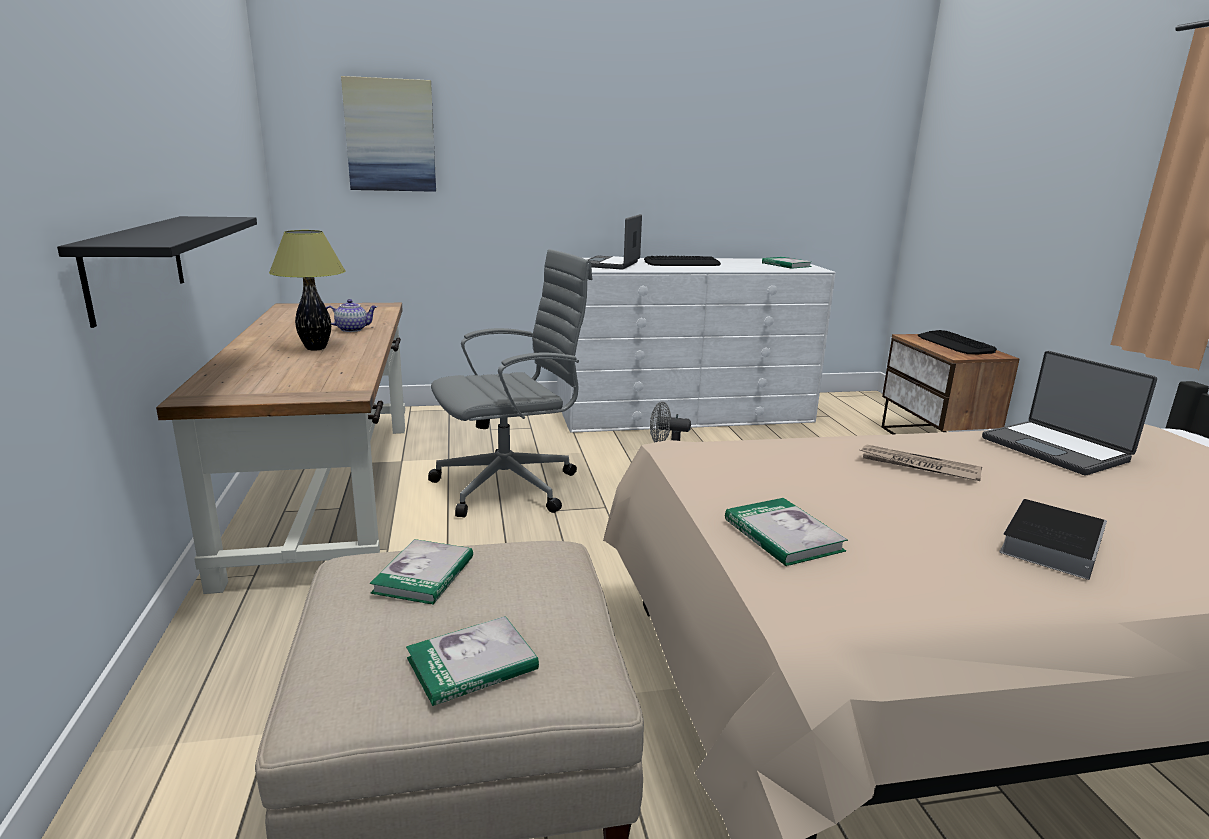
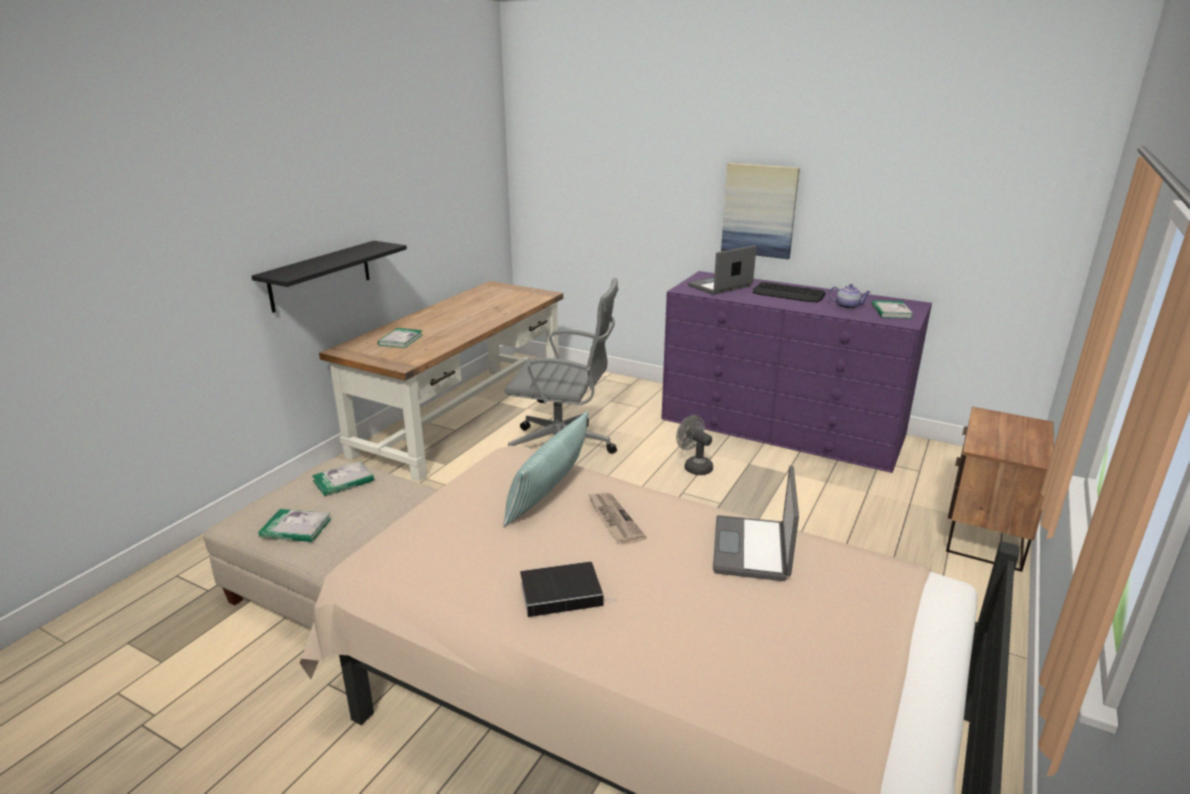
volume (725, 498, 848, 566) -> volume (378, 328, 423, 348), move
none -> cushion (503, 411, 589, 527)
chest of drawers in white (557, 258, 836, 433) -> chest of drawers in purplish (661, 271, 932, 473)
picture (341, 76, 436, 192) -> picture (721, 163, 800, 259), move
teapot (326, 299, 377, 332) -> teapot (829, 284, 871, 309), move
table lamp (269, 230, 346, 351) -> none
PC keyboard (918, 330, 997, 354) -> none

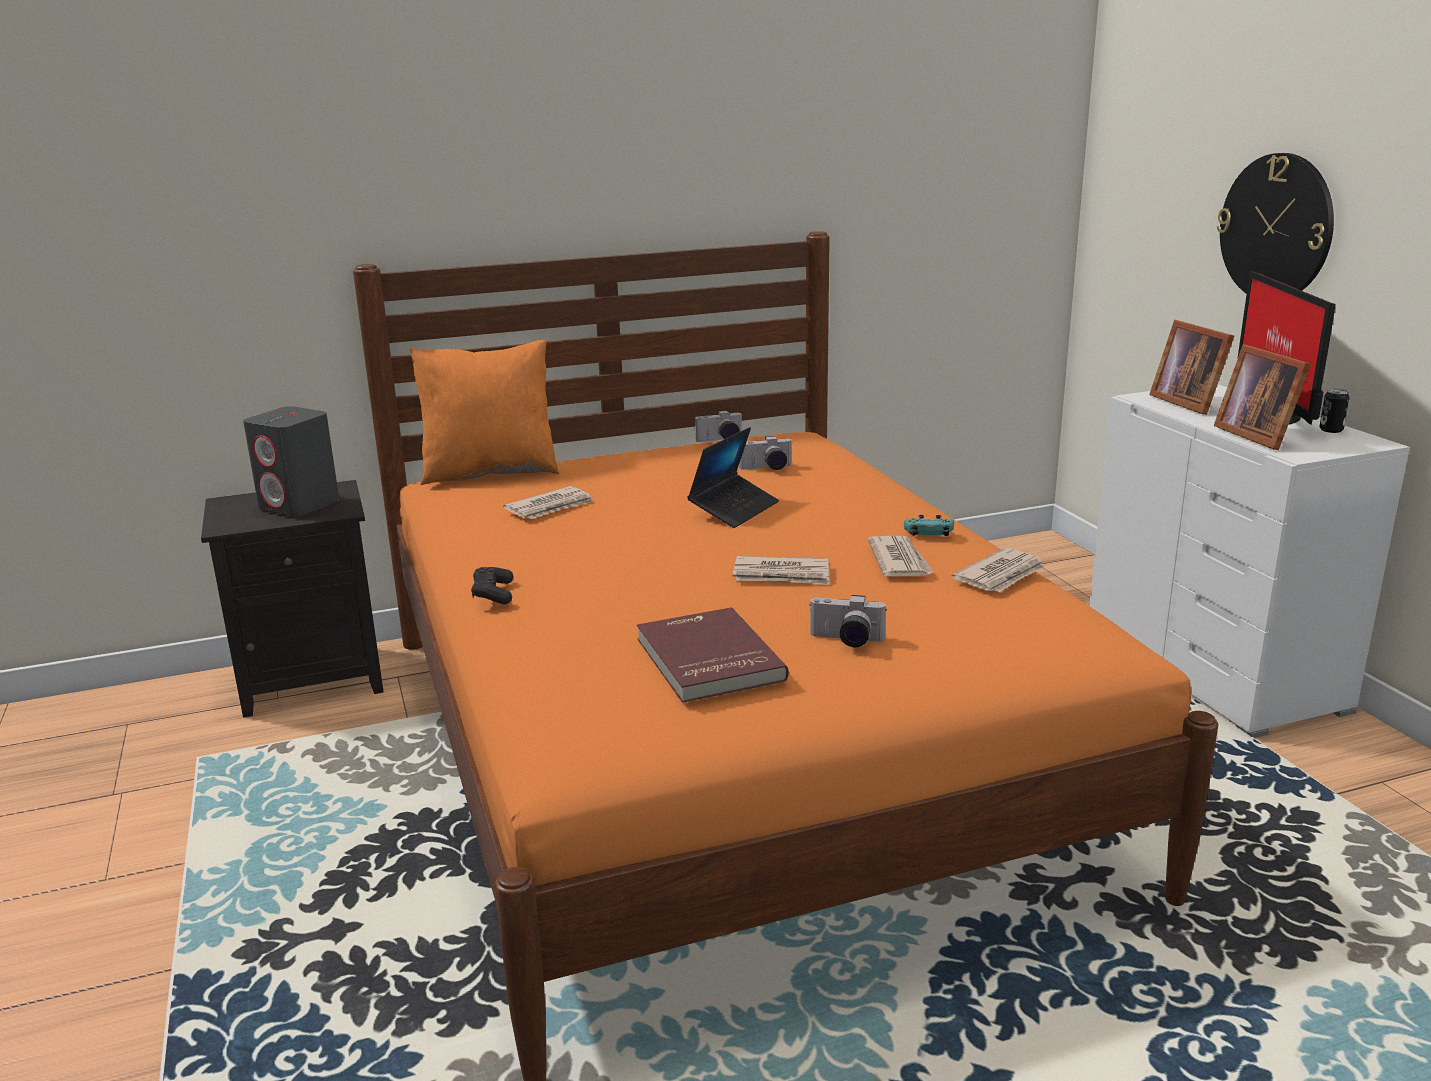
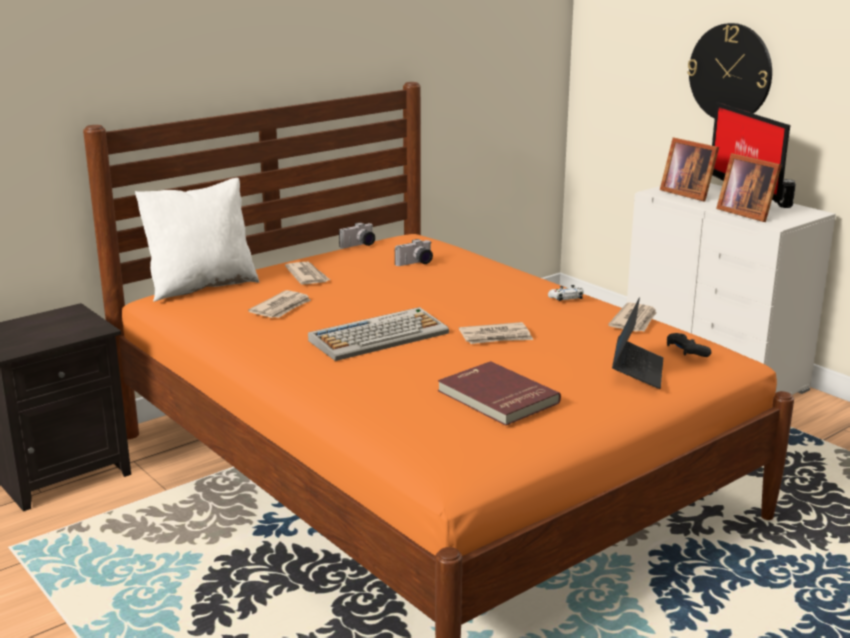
cushion in orange-coloured (410, 340, 559, 485) -> cushion in white (135, 178, 259, 302)
printed paper (868, 536, 934, 576) -> printed paper (285, 262, 330, 285), move
none -> PC keyboard (308, 307, 449, 361)
joypad in turquoise (904, 515, 954, 536) -> joypad in white (548, 285, 584, 301)
laptop (687, 427, 779, 528) -> laptop (612, 298, 663, 389), move
joypad in black (471, 567, 513, 604) -> joypad in black (667, 333, 711, 357), move
loudspeaker in greyish (243, 406, 339, 517) -> none
photo camera (809, 595, 887, 647) -> none

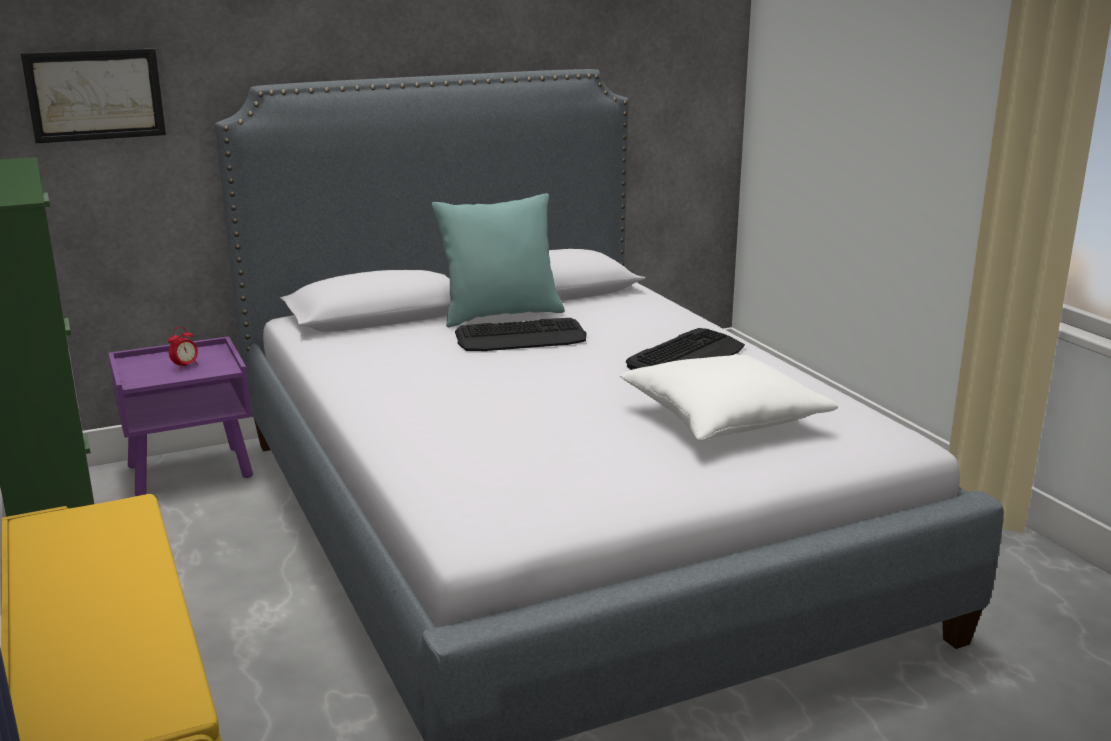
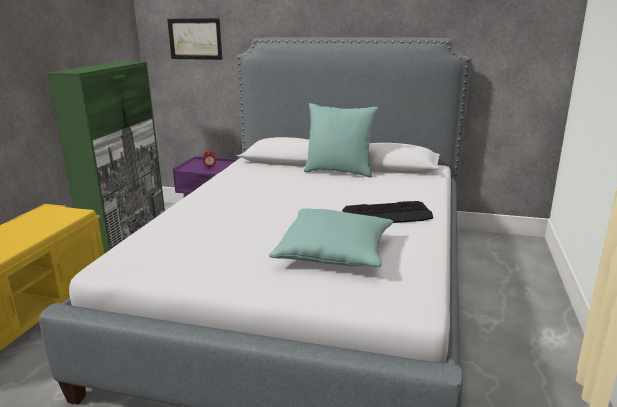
cushion in white (620, 355, 838, 442) -> cushion in turquoise (269, 209, 394, 267)
PC keyboard (455, 318, 587, 351) -> none

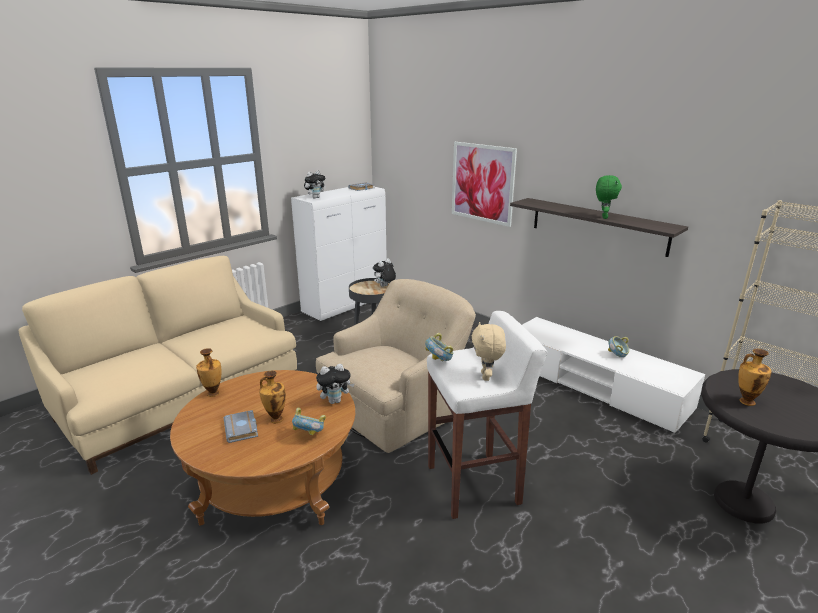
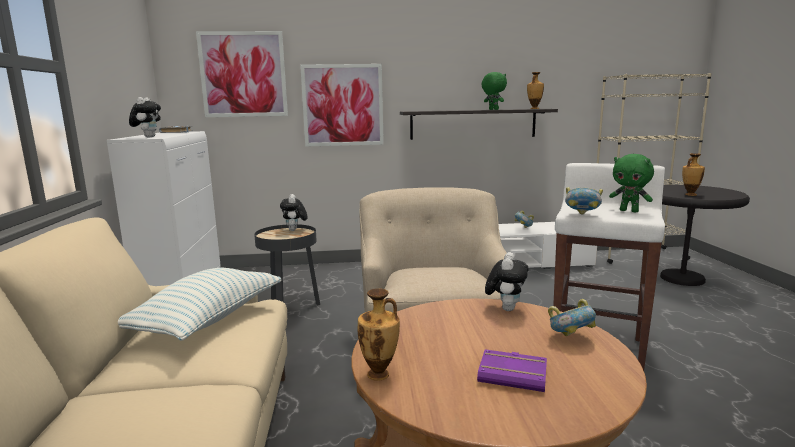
none -> cushion (118, 268, 281, 341)
none -> picture (196, 31, 288, 117)
volume in greyish (224, 410, 258, 443) -> volume in purplish (477, 349, 547, 392)
vase (259, 371, 286, 423) -> vase (527, 72, 544, 109), move
cuddly toy in sand-coloured (472, 322, 506, 381) -> cuddly toy in greenish (609, 154, 654, 212)

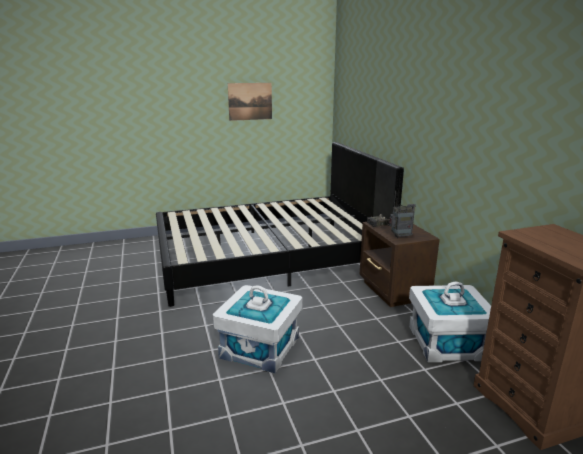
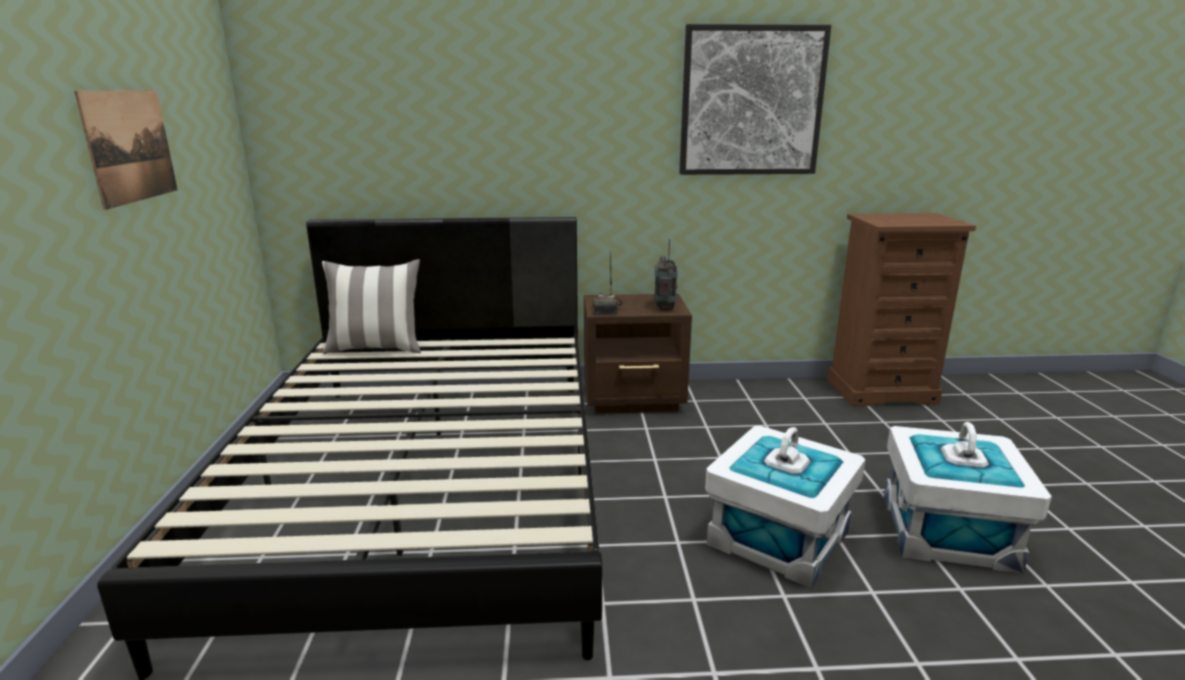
none -> cushion (322, 259, 421, 354)
none -> picture (679, 24, 831, 175)
storage box in white (409, 282, 491, 362) -> storage box in white (884, 422, 1052, 574), move

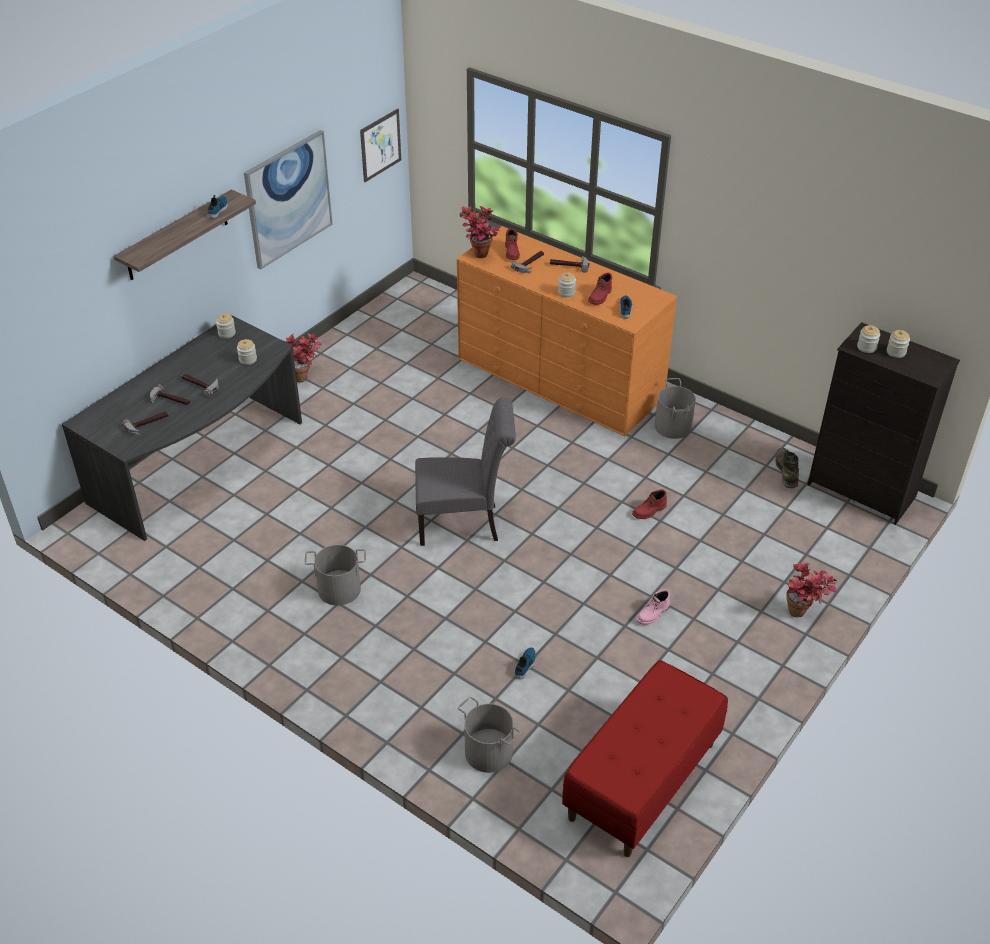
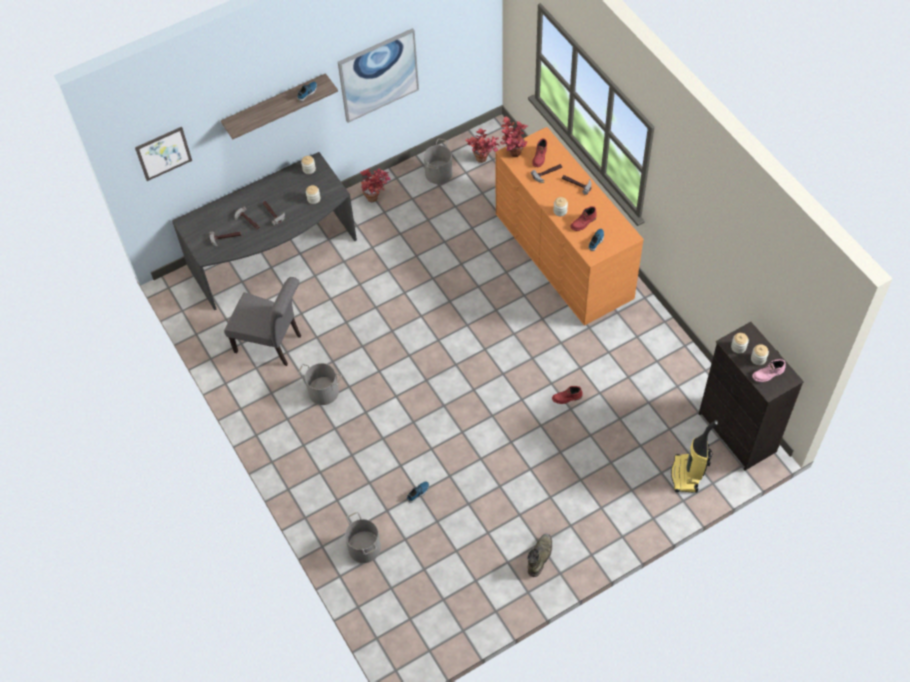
picture (360, 109, 401, 182) -> picture (135, 127, 192, 181), move
plain chair in greyish (415, 398, 516, 546) -> plain chair in greyish (224, 277, 301, 366), move
pail in greyish (655, 378, 696, 439) -> pail in greyish (424, 139, 452, 184), move
plant in a pot (786, 563, 837, 617) -> plant in a pot (466, 128, 499, 163), move
boot in greenish (775, 448, 799, 488) -> boot in greenish (527, 534, 552, 577), move
none -> vacuum (671, 420, 718, 493)
boot in pinkish (636, 589, 670, 625) -> boot in pinkish (752, 359, 785, 382), move
indoor bench in red-coloured (562, 660, 728, 857) -> none

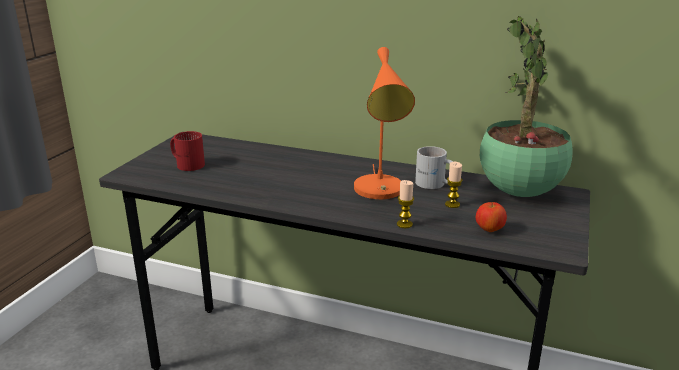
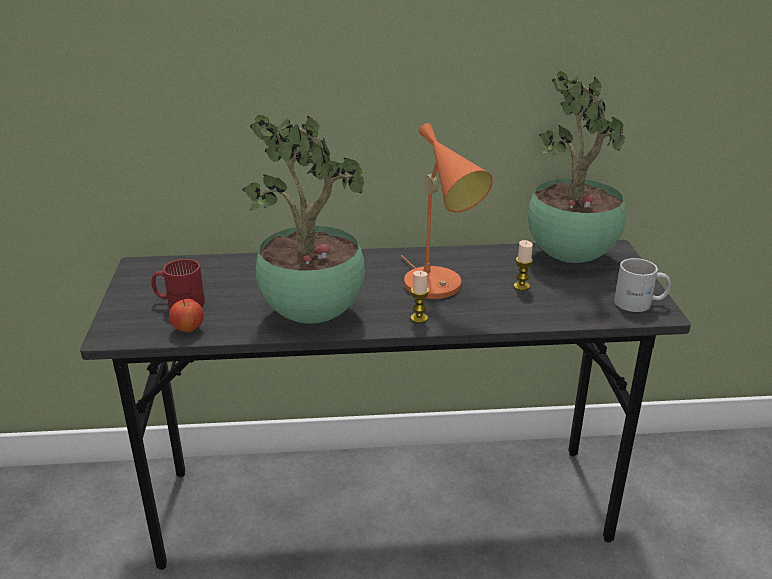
whole apple (476, 202, 507, 232) -> whole apple (169, 299, 204, 333), move
none -> plant in a pot (242, 115, 365, 324)
wax light (397, 180, 414, 228) -> wax light (410, 271, 429, 323), move
mug in white (415, 146, 453, 189) -> mug in white (614, 258, 671, 312), move

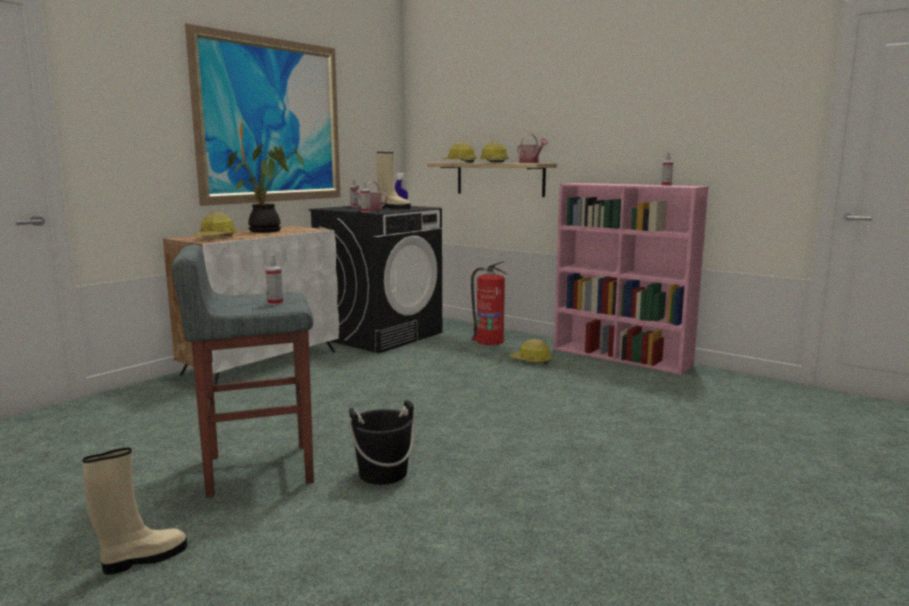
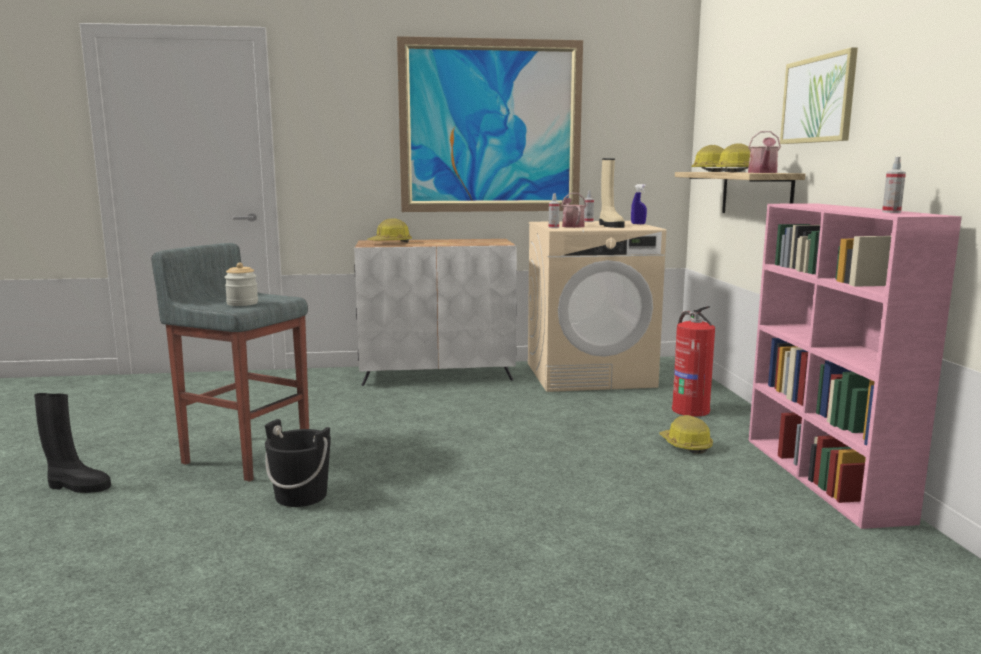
boot in sand-coloured (82, 448, 187, 575) -> boot in black (34, 393, 111, 493)
hand sprayer (265, 255, 283, 305) -> storage jar (224, 263, 258, 306)
washing machine in black (309, 205, 442, 353) -> washing machine in sand-coloured (528, 221, 666, 392)
none -> picture (780, 47, 858, 144)
plant in a pot (228, 144, 304, 233) -> none

